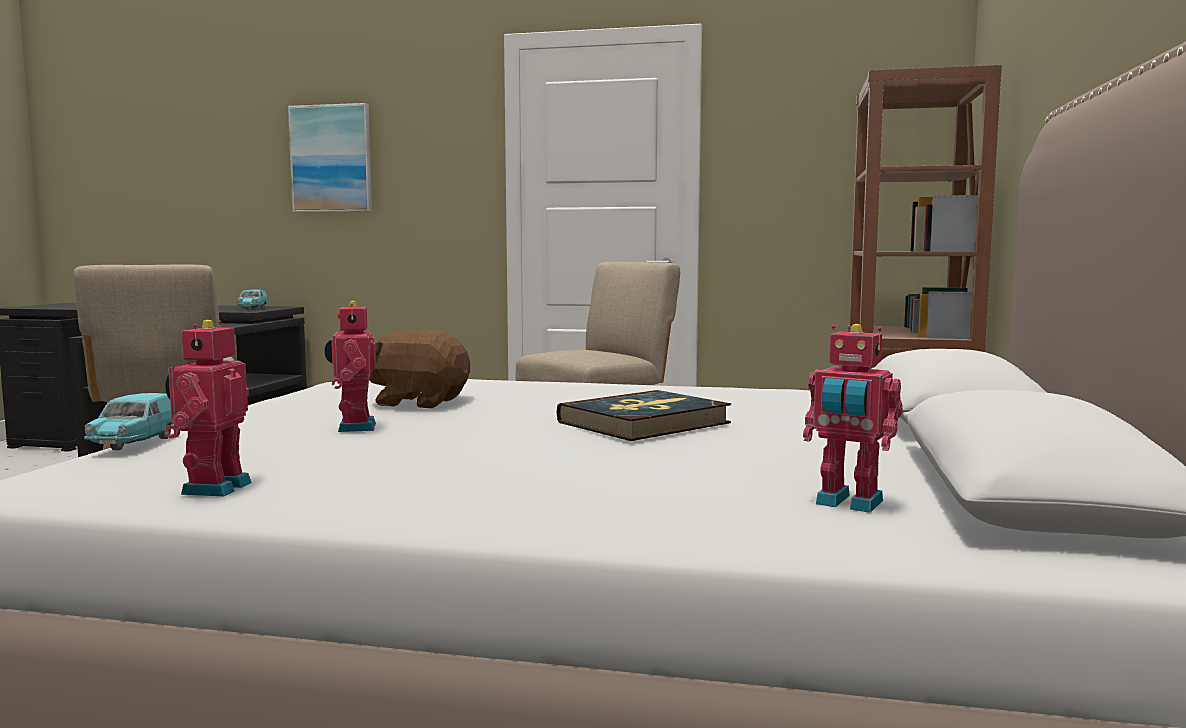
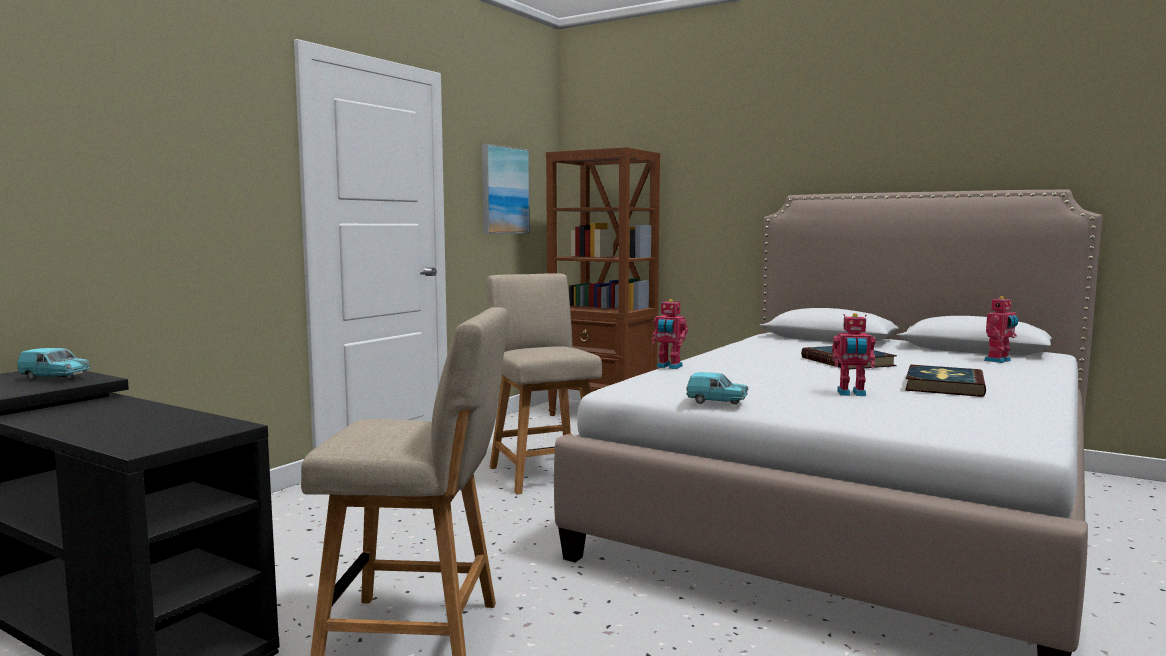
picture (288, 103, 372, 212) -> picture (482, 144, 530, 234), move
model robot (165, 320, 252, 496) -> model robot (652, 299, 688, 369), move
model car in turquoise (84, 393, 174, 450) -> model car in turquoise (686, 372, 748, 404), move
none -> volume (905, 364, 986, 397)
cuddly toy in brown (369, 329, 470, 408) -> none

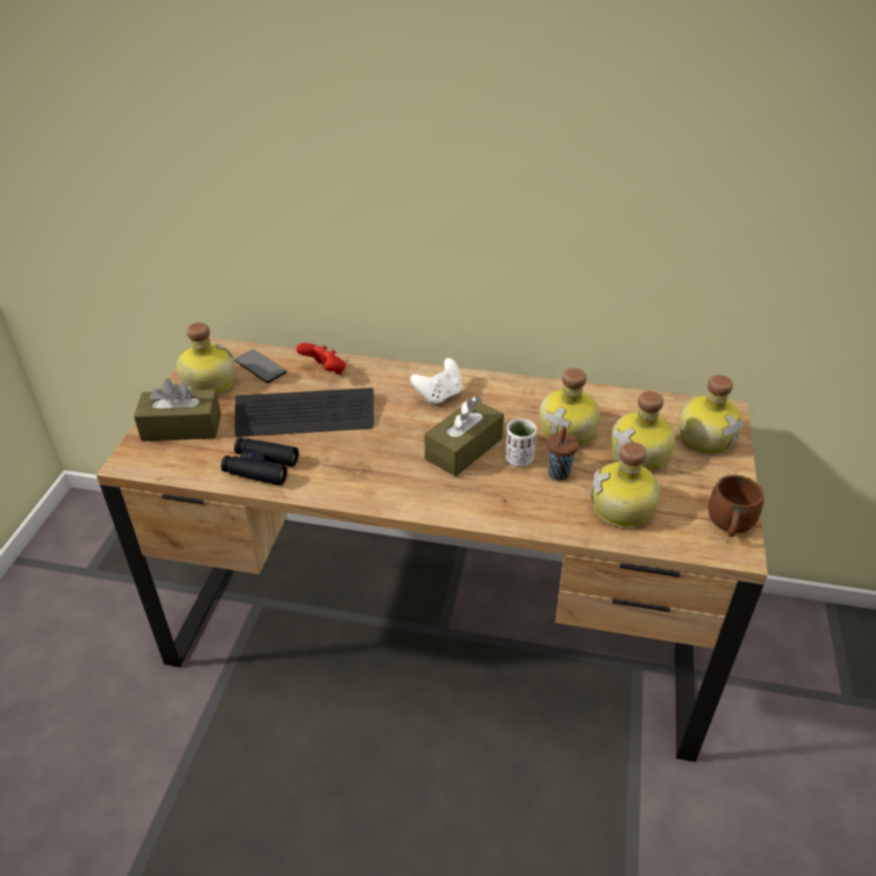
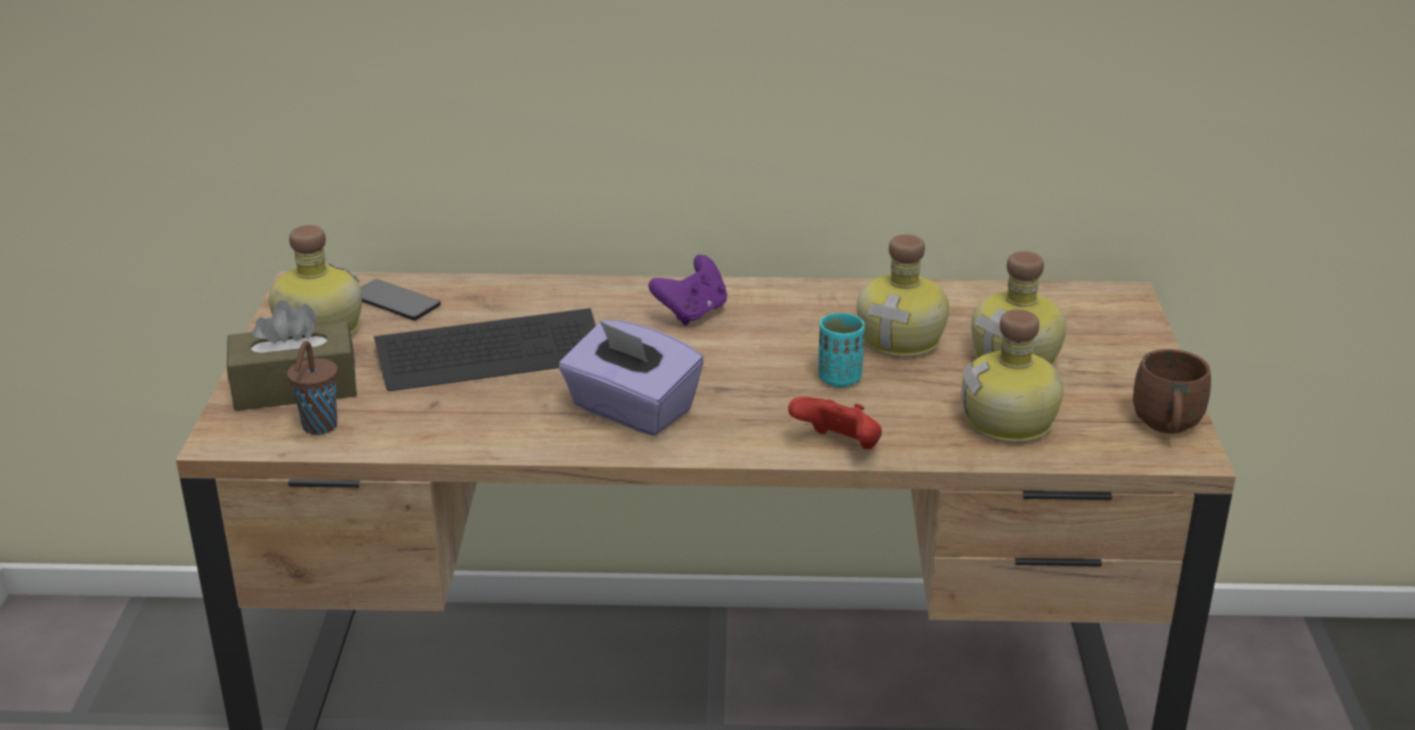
drinking cup in brown (547, 426, 579, 480) -> drinking cup in brown (287, 341, 338, 435), move
none -> box of tissues in purplish (559, 320, 704, 436)
joypad in white (410, 358, 462, 405) -> joypad in purplish (648, 255, 727, 325)
joypad in red-coloured (296, 343, 346, 375) -> joypad in red-coloured (788, 397, 882, 449), move
drinking cup in white (505, 419, 537, 467) -> drinking cup in turquoise (818, 313, 865, 387)
binoculars in black (221, 438, 299, 486) -> none
box of tissues in brown (424, 396, 504, 477) -> none
beverage bottle (679, 375, 743, 455) -> none

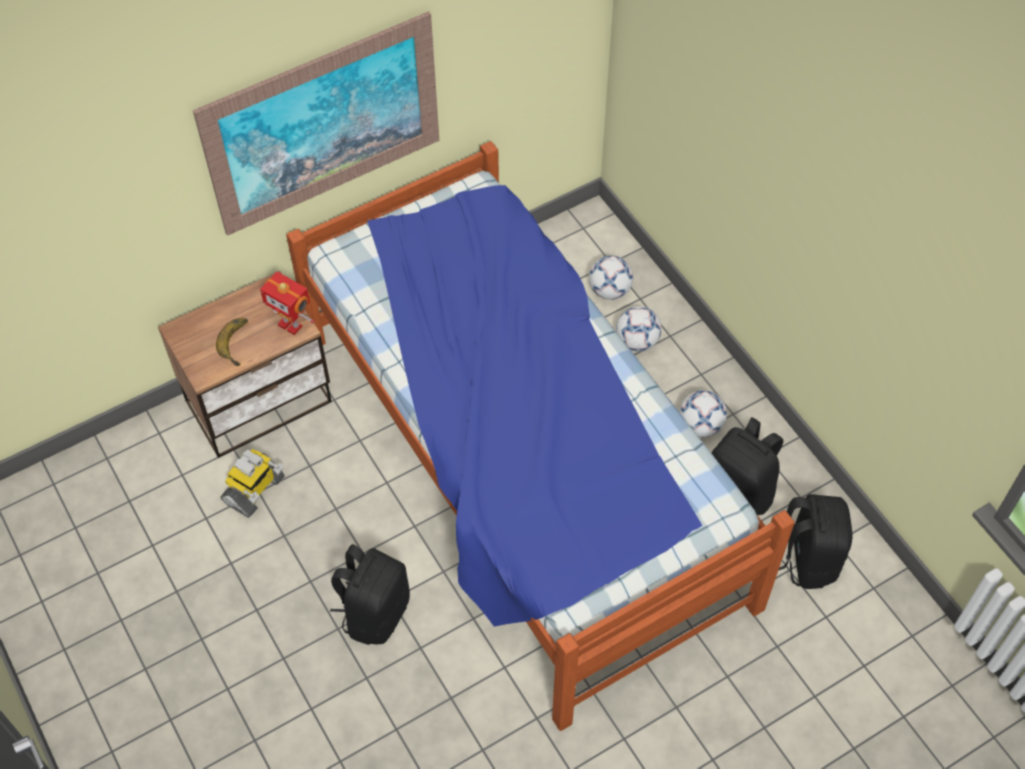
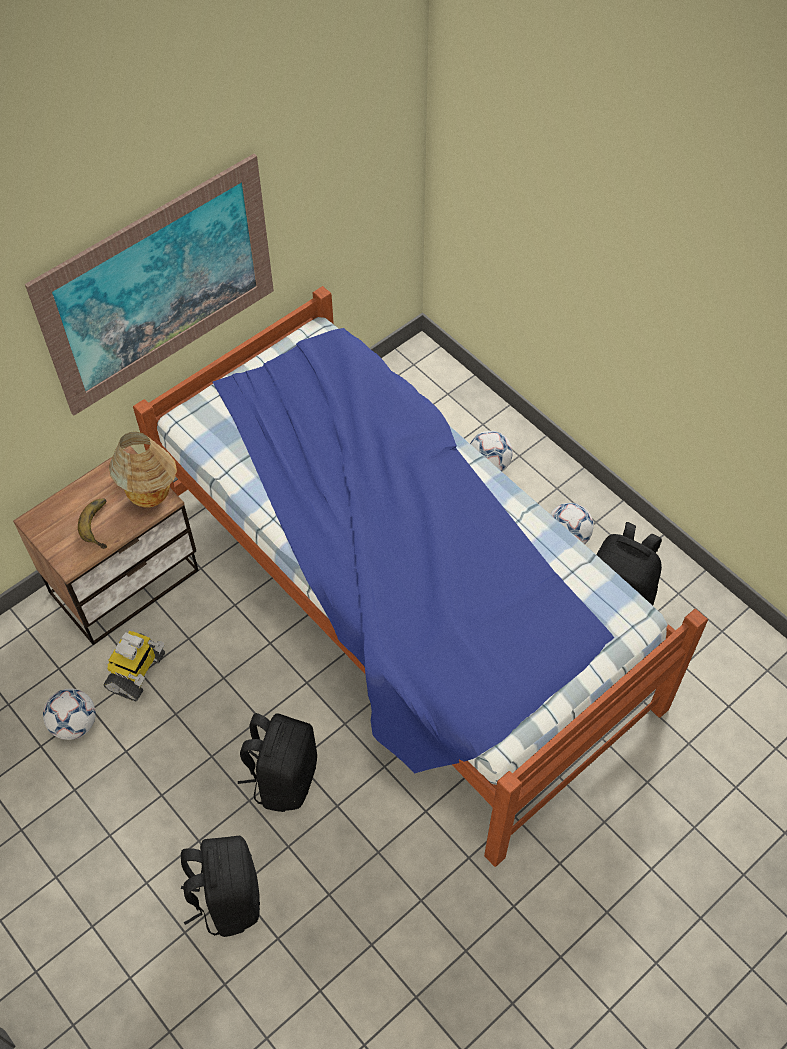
football (589, 255, 633, 300) -> football (43, 689, 96, 740), move
model robot (260, 271, 314, 335) -> table lamp (109, 432, 177, 508)
knapsack in black (778, 494, 852, 589) -> knapsack in black (181, 836, 260, 937), move

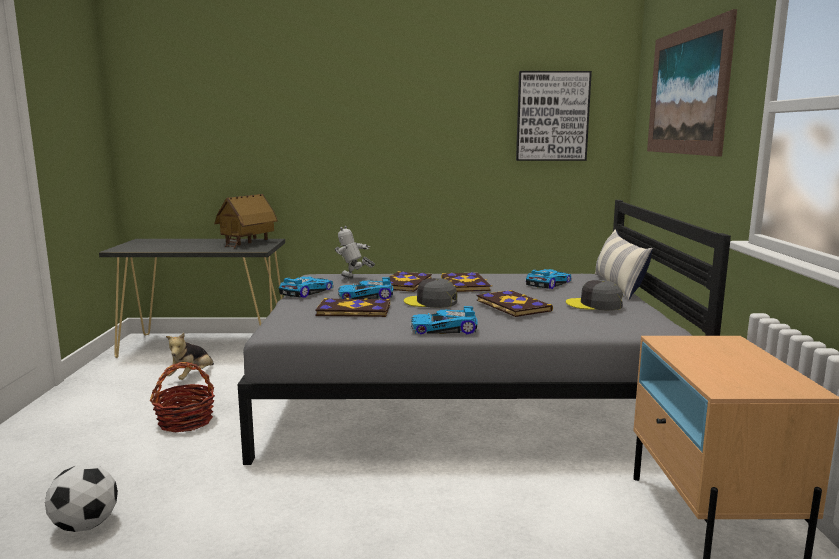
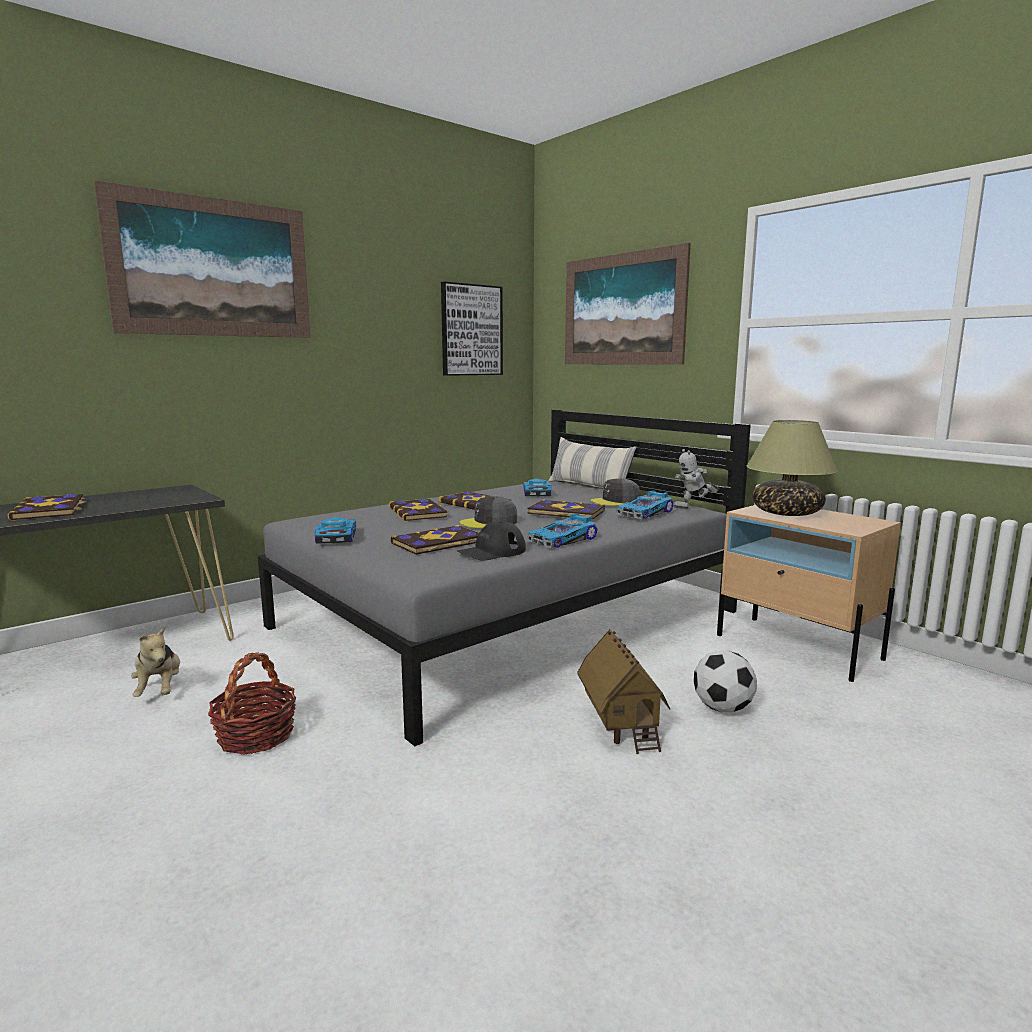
none -> volume (8, 494, 87, 521)
none -> picture (94, 180, 311, 338)
none -> cap in black (457, 521, 526, 561)
model house (214, 194, 278, 248) -> model house (577, 629, 670, 754), move
model car (338, 277, 393, 299) -> model car (616, 491, 674, 519), move
model robot (335, 226, 375, 279) -> model robot (673, 449, 719, 509), move
football (45, 464, 118, 532) -> football (694, 650, 757, 712), move
none -> table lamp (746, 420, 838, 516)

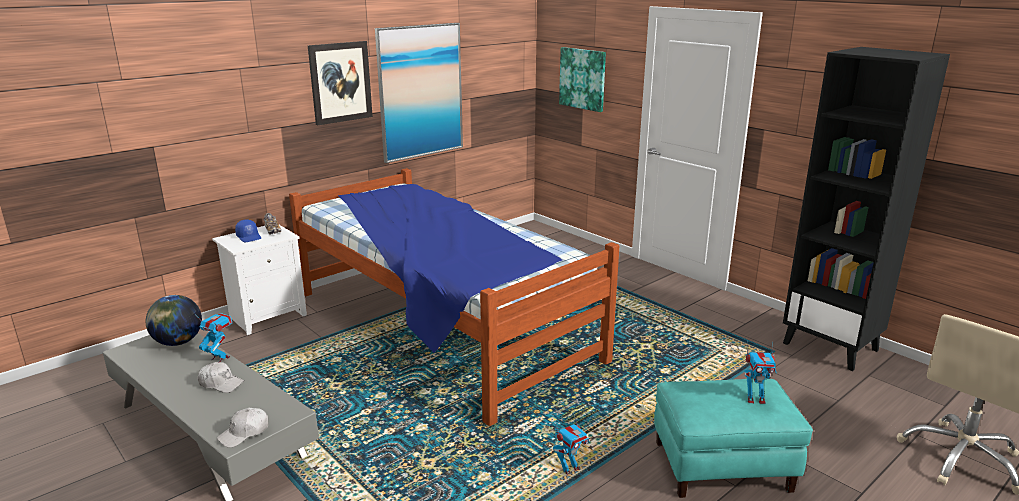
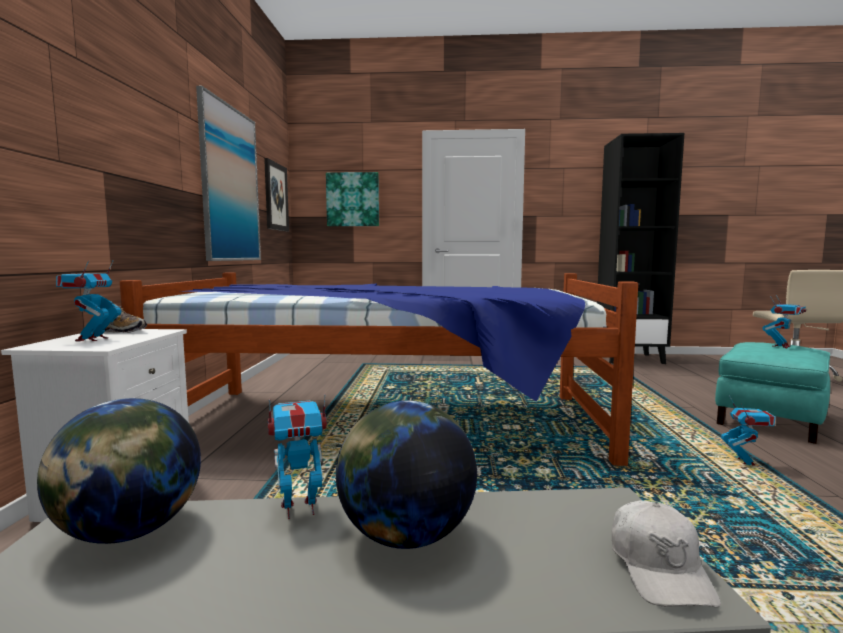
cap in bluish (235, 220, 261, 242) -> model robot (56, 260, 122, 341)
picture (308, 41, 373, 126) -> picture (264, 158, 289, 231), move
cap in white (198, 362, 244, 393) -> world globe (336, 401, 477, 549)

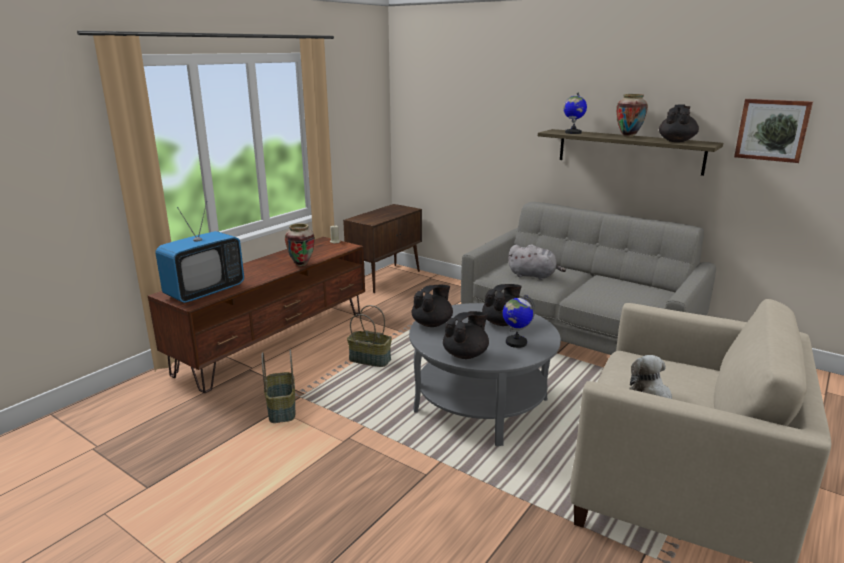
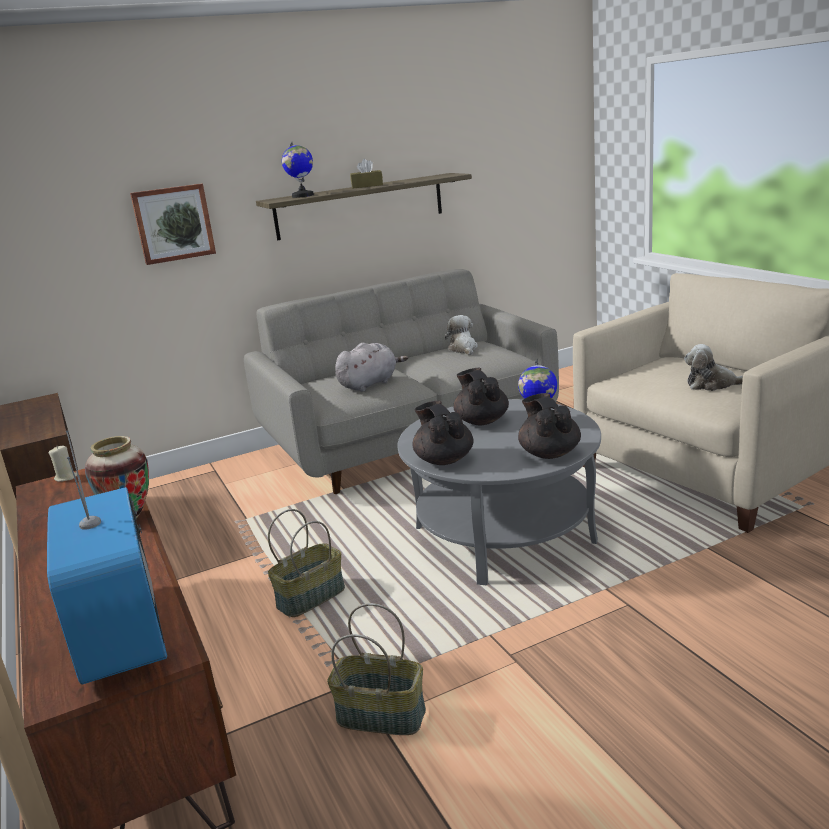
picture (734, 99, 813, 163) -> picture (130, 183, 216, 265), move
vase (616, 94, 648, 138) -> box of tissues in brown (350, 159, 383, 188)
none -> cuddly toy (445, 315, 478, 355)
teapot in black (659, 105, 699, 142) -> none

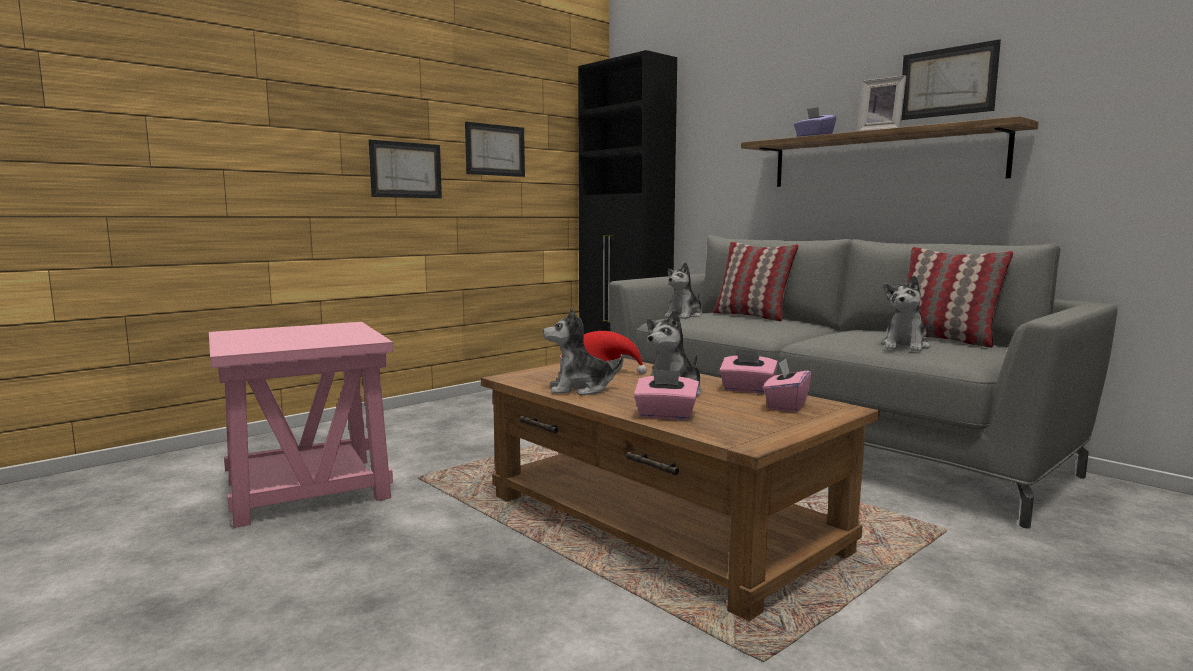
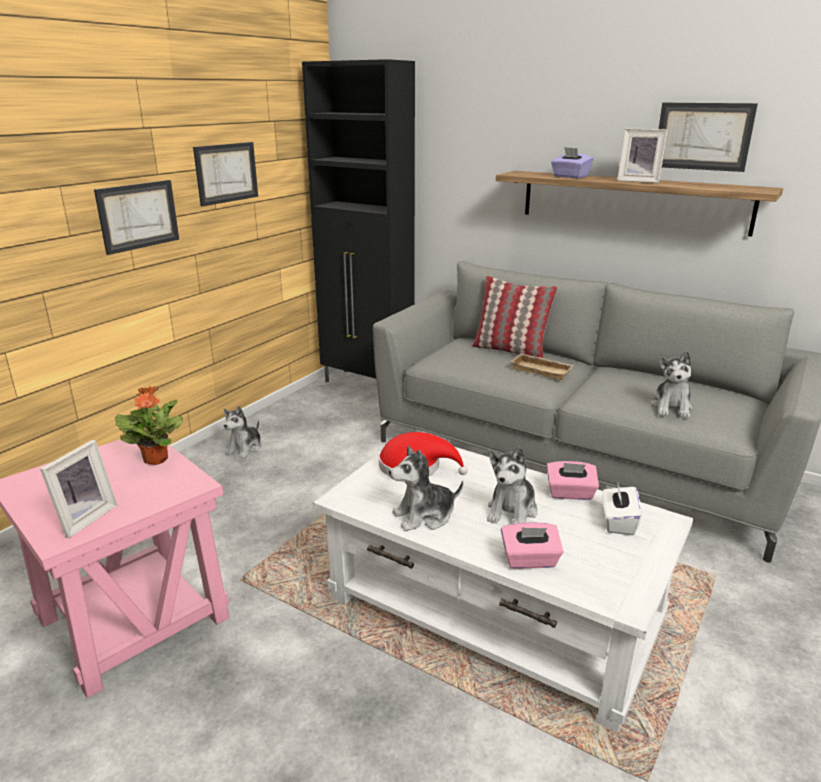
none -> photo frame (40, 440, 117, 538)
none -> plant in a pot (115, 386, 183, 465)
cuddly toy (664, 262, 702, 319) -> cuddly toy (224, 406, 262, 459), move
lounge table in brown (481, 358, 880, 621) -> lounge table in white (313, 447, 693, 732)
none -> tray in sand-coloured (510, 353, 574, 380)
box of tissues in pinkish (763, 358, 811, 412) -> box of tissues in white (602, 484, 641, 535)
cushion (907, 247, 1014, 348) -> none

